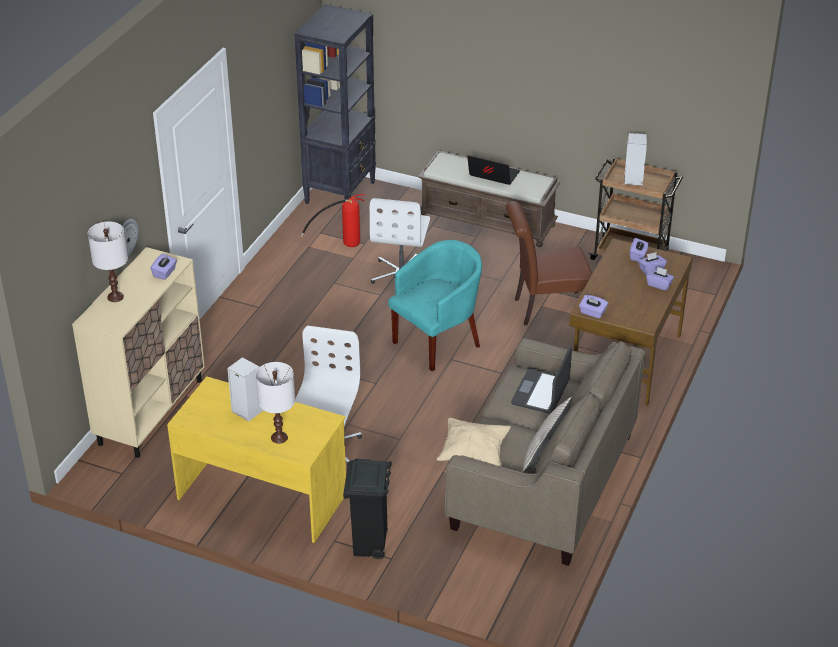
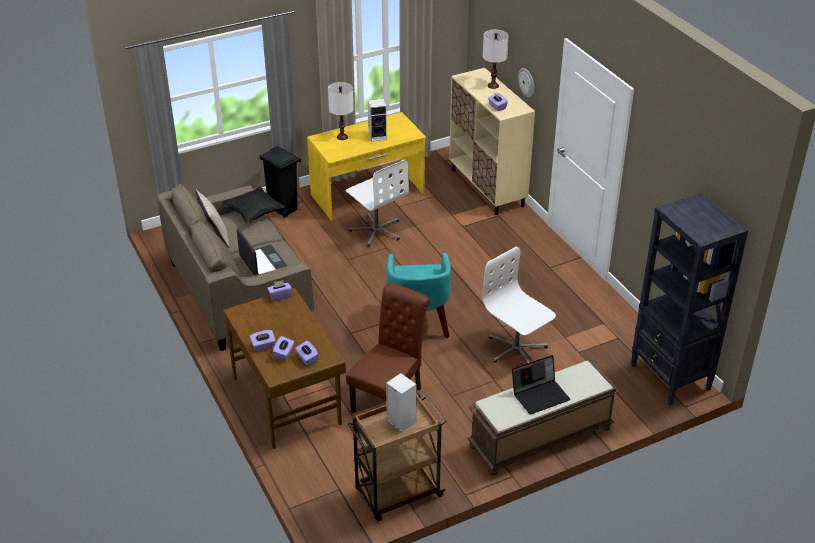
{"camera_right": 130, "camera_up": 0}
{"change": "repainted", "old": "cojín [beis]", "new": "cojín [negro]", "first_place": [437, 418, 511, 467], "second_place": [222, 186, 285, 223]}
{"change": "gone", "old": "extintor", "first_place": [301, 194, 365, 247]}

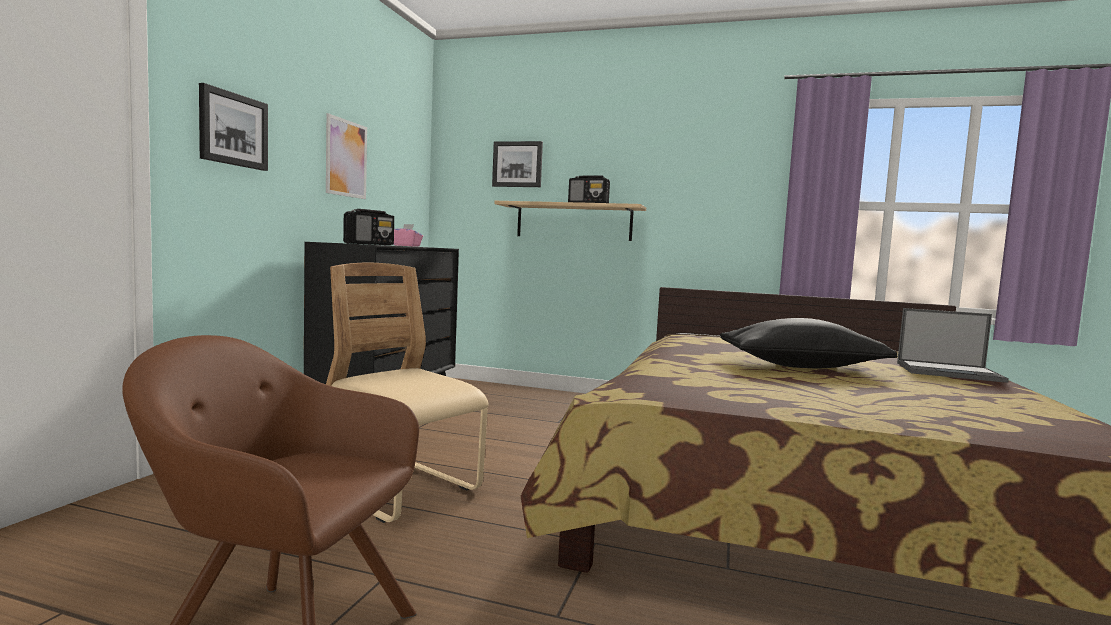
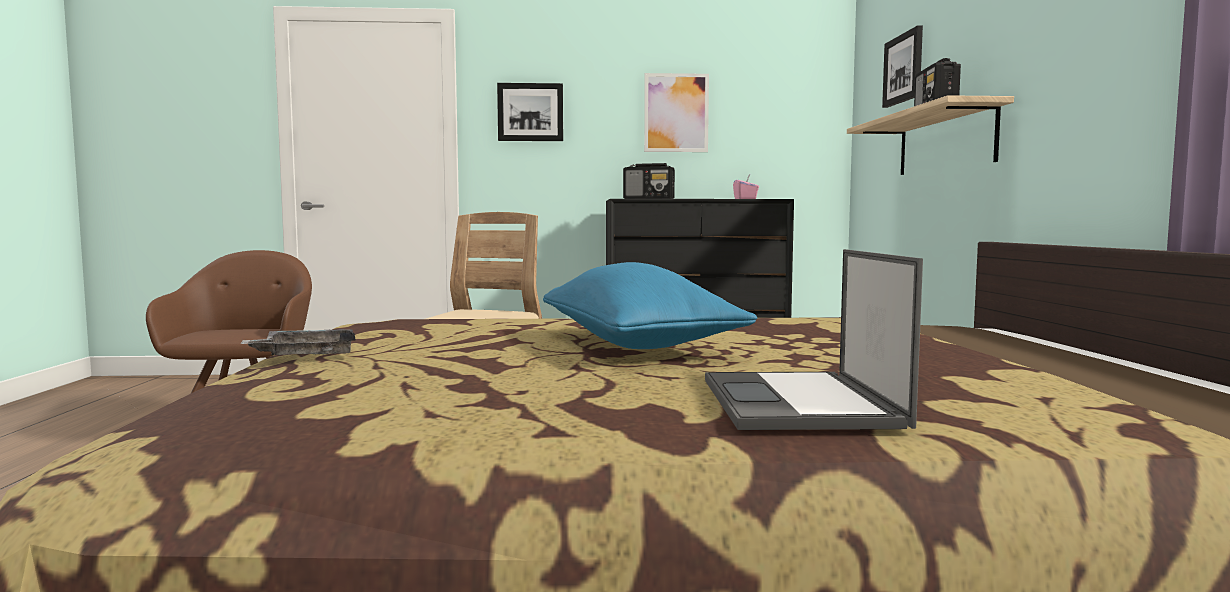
{"camera_right": 70, "camera_up": 0}
{"change": "new", "new": "bandeja [gris]", "second_place": [241, 329, 356, 355]}
{"change": "repainted", "old": "cojín [negro]", "new": "cojín [azul]", "first_place": [720, 318, 897, 368], "second_place": [543, 262, 757, 349]}

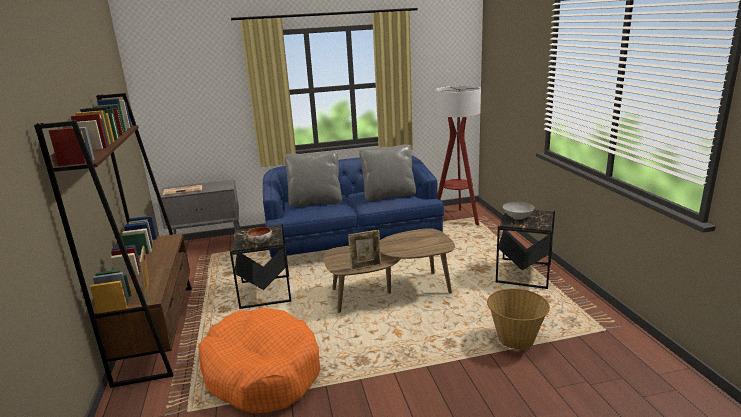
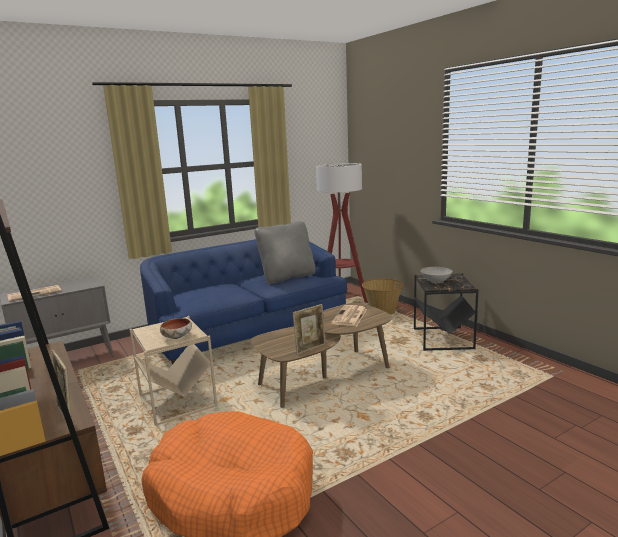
{"camera_right": -20, "camera_up": -5}
{"change": "repainted", "old": "mesa auxiliar [negro]", "new": "mesa auxiliar [beis]", "first_place": [230, 224, 291, 309], "second_place": [130, 316, 217, 426]}
{"change": "new", "new": "periódico", "second_place": [331, 305, 367, 326]}
{"change": "shifted", "old": "cesta", "first_place": [487, 288, 550, 350], "second_place": [362, 278, 404, 315]}
{"change": "gone", "old": "cojín [gris]", "first_place": [284, 151, 342, 207]}

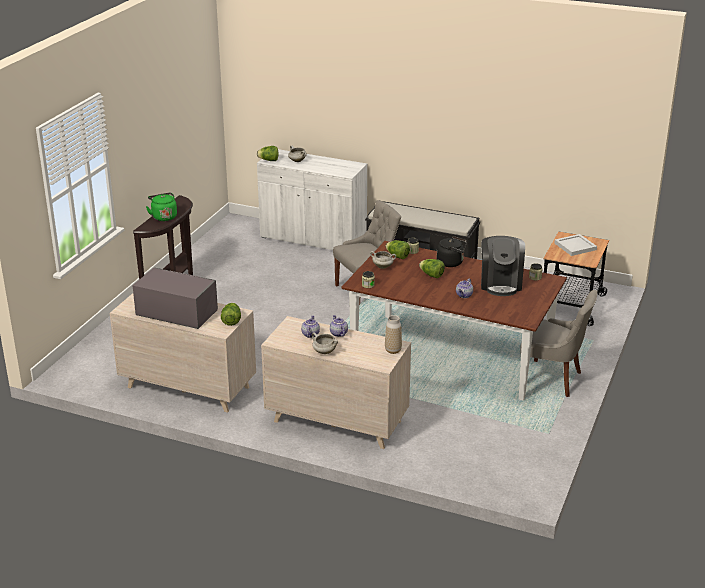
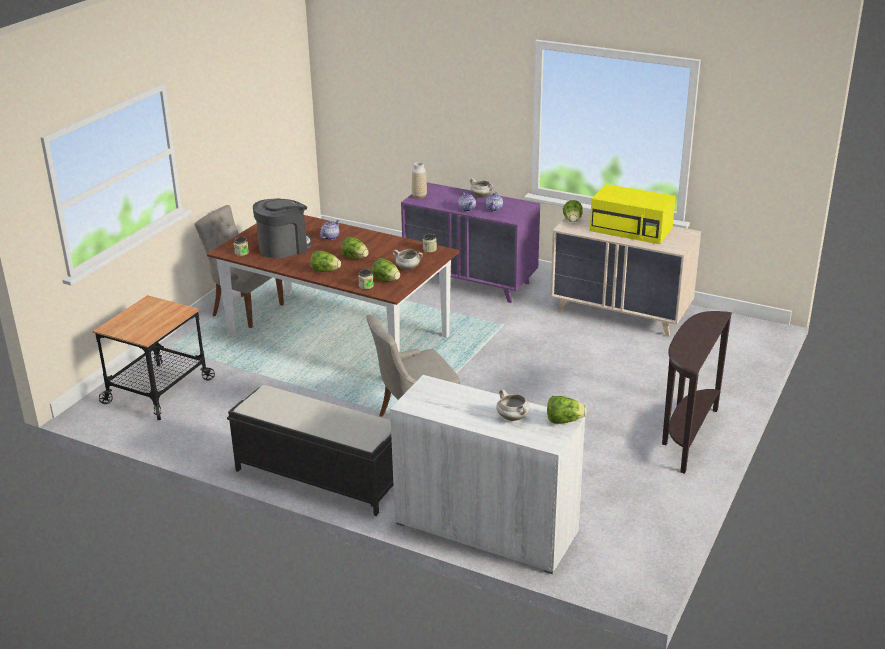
{"camera_right": -175, "camera_up": 0}
{"change": "rotated", "old": "cafetera", "first_place": [481, 236, 525, 296], "second_place": [253, 198, 312, 259], "degrees": 45}
{"change": "swapped", "old": "hervidor [negro]", "new": "lechuga", "first_place": [437, 236, 467, 267], "second_place": [311, 250, 341, 272]}
{"change": "repainted", "old": "cómoda [beis]", "new": "cómoda [morado]", "first_place": [261, 316, 411, 449], "second_place": [401, 182, 540, 303]}
{"change": "repainted", "old": "microondas [gris]", "new": "microondas [amarillo]", "first_place": [133, 268, 218, 329], "second_place": [590, 184, 676, 244]}
{"change": "gone", "old": "hervidor [verde]", "first_place": [146, 192, 177, 221]}
{"change": "gone", "old": "bandeja [blanco]", "first_place": [554, 234, 597, 256]}

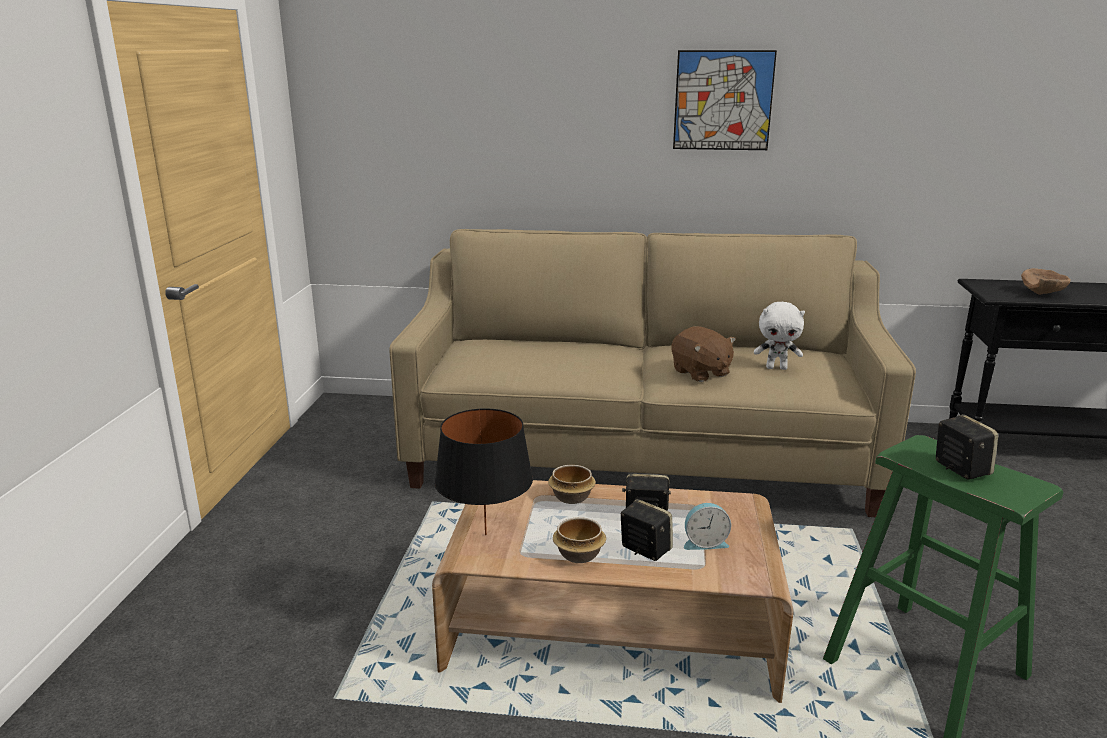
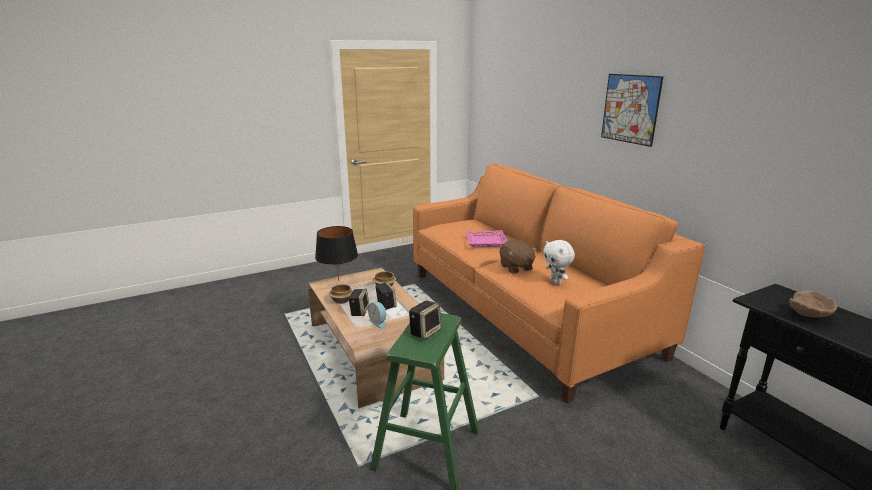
{"camera_right": 55, "camera_up": 0}
{"change": "repainted", "old": "sofá [beis]", "new": "sofá [naranja]", "first_place": [389, 229, 916, 517], "second_place": [413, 163, 705, 403]}
{"change": "new", "new": "bandeja [rosa]", "second_place": [465, 230, 507, 247]}
{"change": "rotated", "old": "peluche [marrón]", "first_place": [672, 326, 736, 382], "second_place": [500, 239, 537, 274], "degrees": -45}

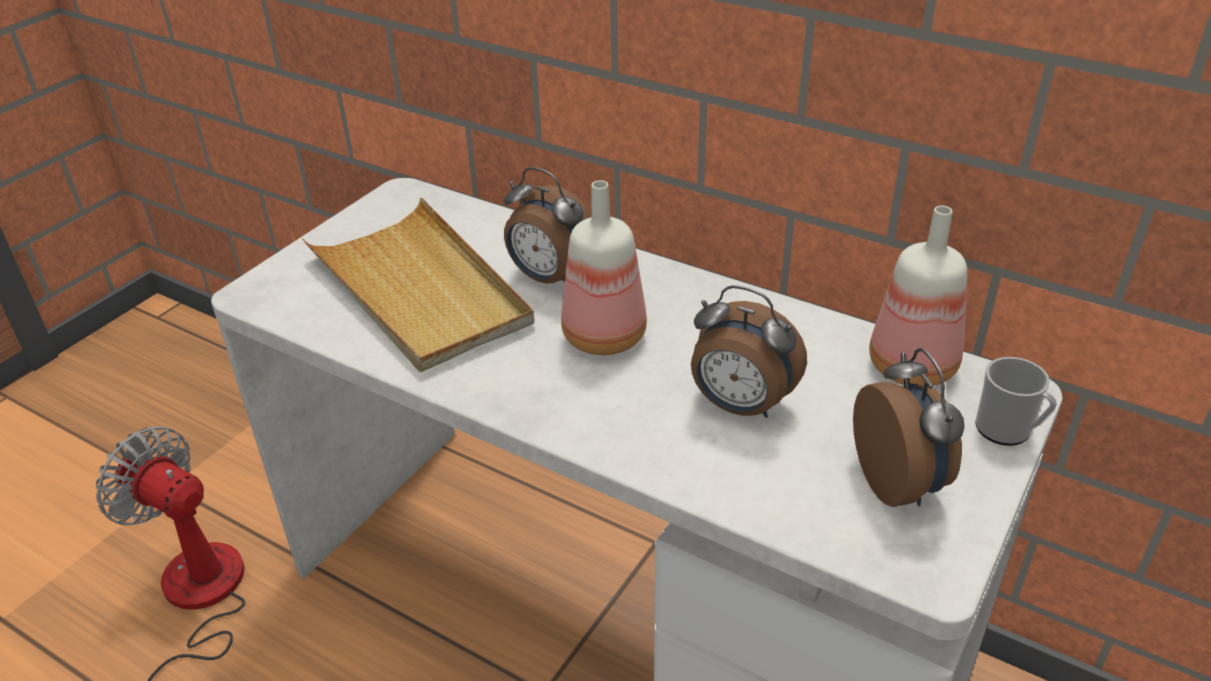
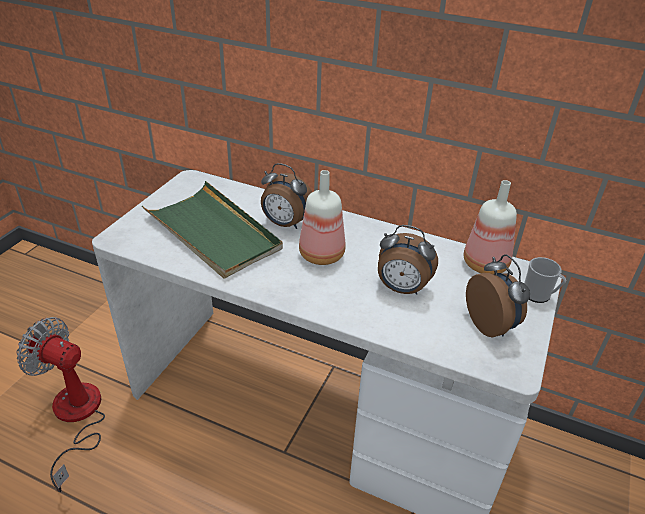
{"camera_right": -10, "camera_up": 0}
{"change": "repainted", "old": "bandeja [beis]", "new": "bandeja [verde]", "first_place": [302, 197, 535, 372], "second_place": [142, 181, 283, 279]}

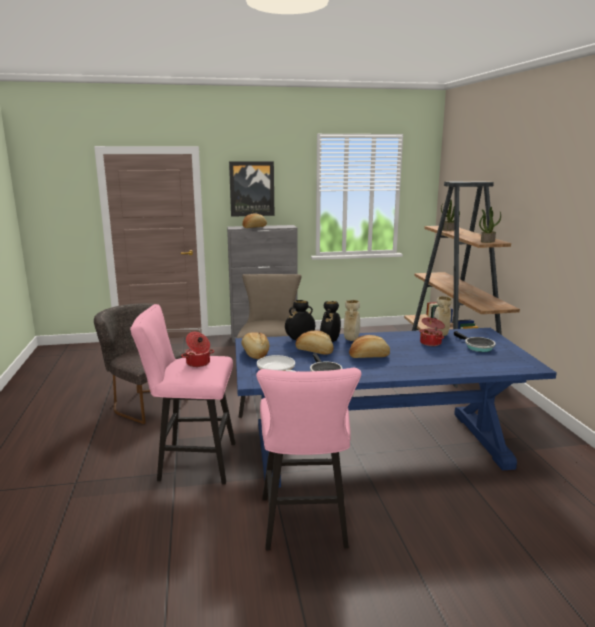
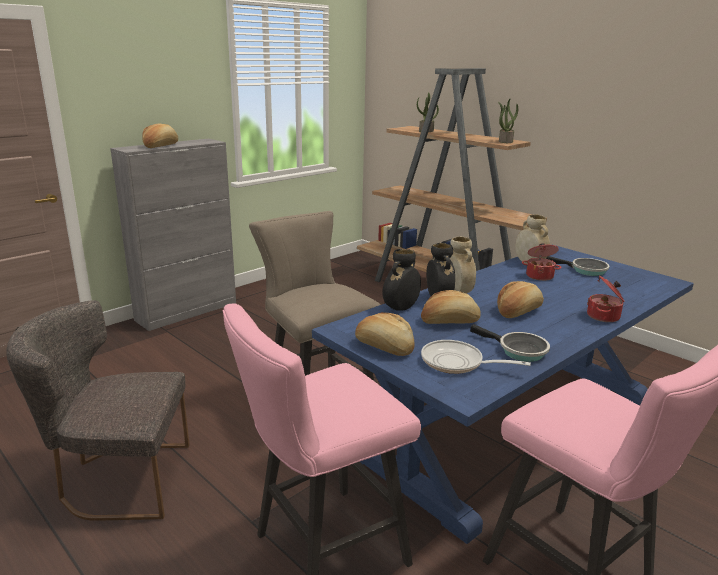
{"camera_right": -35, "camera_up": 5}
{"change": "shifted", "old": "olla", "first_place": [181, 332, 214, 367], "second_place": [587, 275, 625, 322]}
{"change": "gone", "old": "cuadro", "first_place": [229, 161, 274, 217]}

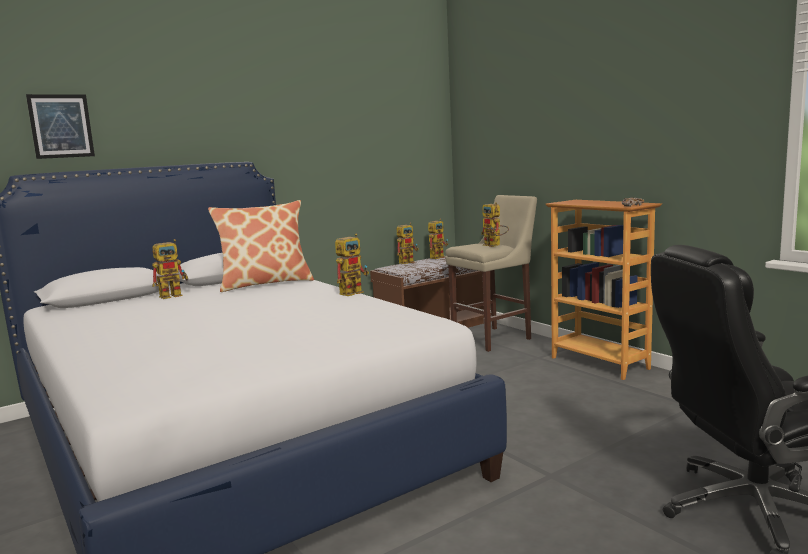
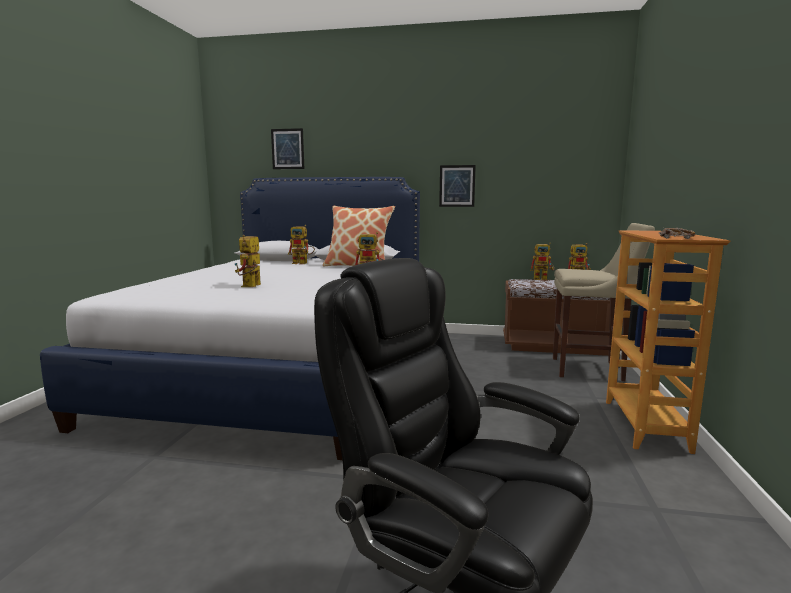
{"camera_right": 45, "camera_up": 0}
{"change": "shifted", "old": "robot de juguete", "first_place": [481, 202, 509, 247], "second_place": [235, 235, 261, 287]}
{"change": "new", "new": "cuadro", "second_place": [439, 165, 476, 207]}

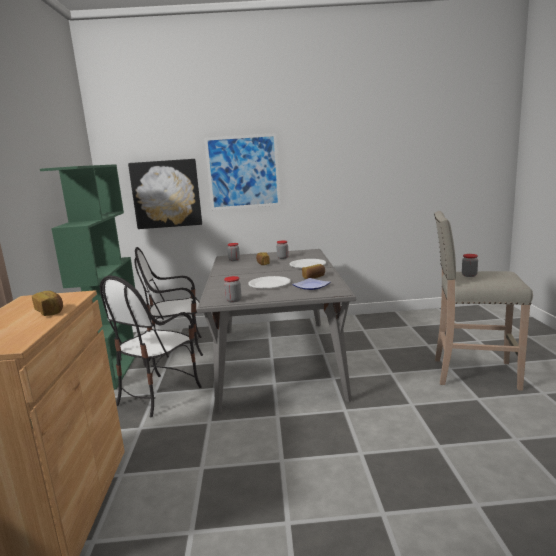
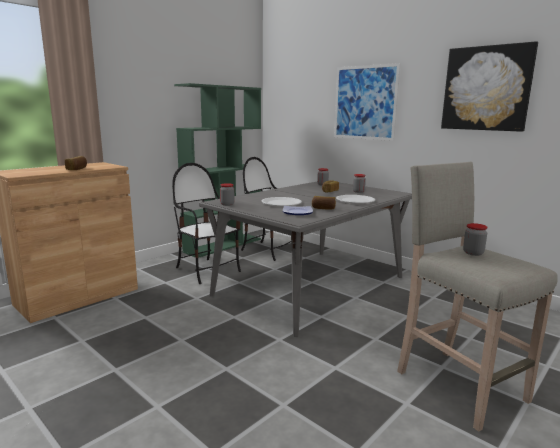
{"camera_right": 45, "camera_up": 0}
{"change": "rotated", "old": "silla", "first_place": [99, 275, 202, 417], "second_place": [172, 163, 241, 284], "degrees": 60}
{"change": "shifted", "old": "cuadro", "first_place": [128, 159, 202, 229], "second_place": [441, 41, 538, 132]}

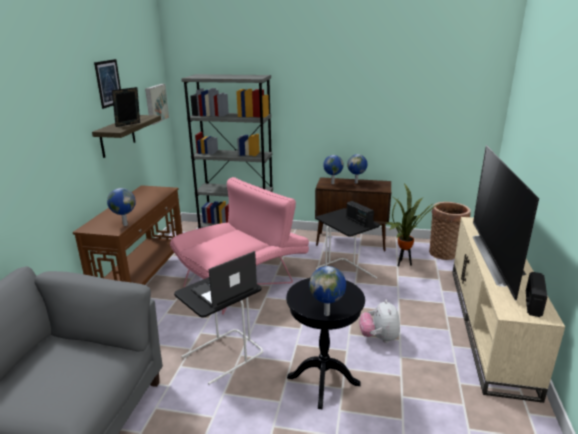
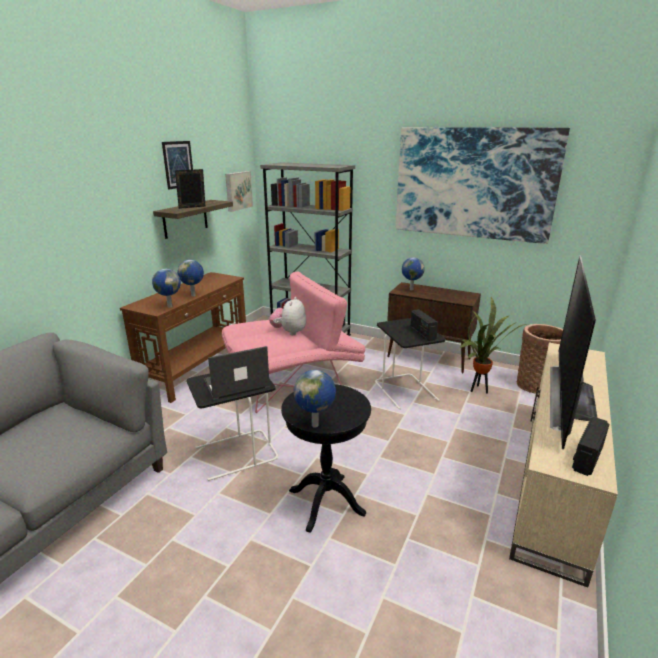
{"camera_right": 15, "camera_up": 0}
{"change": "shifted", "old": "globo terráqueo", "first_place": [347, 154, 367, 183], "second_place": [177, 260, 204, 296]}
{"change": "shifted", "old": "peluche", "first_place": [359, 300, 400, 343], "second_place": [269, 297, 306, 335]}
{"change": "new", "new": "cuadro", "second_place": [396, 127, 570, 244]}

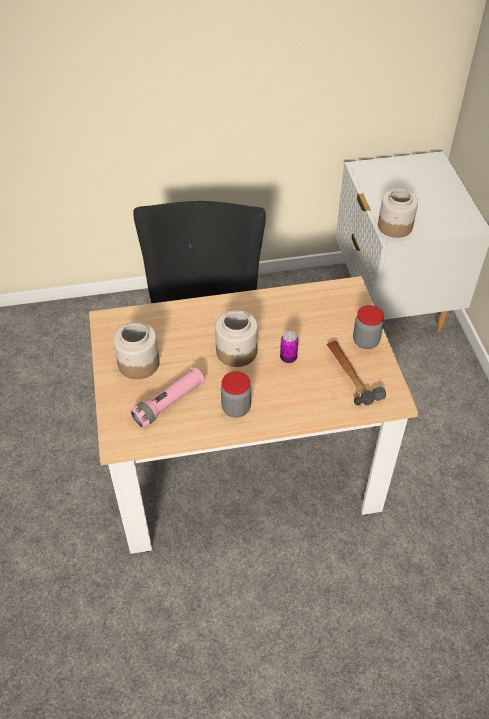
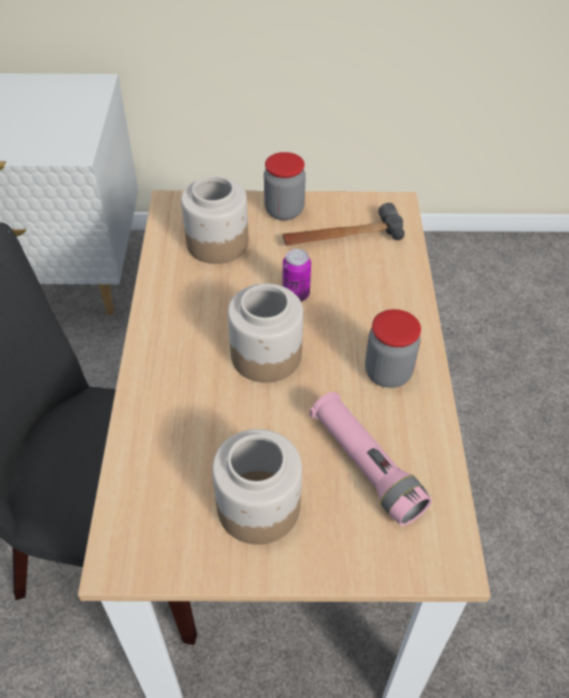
{"camera_right": -80, "camera_up": 0}
{"change": "shifted", "old": "tarro", "first_place": [378, 189, 418, 238], "second_place": [181, 176, 248, 264]}

